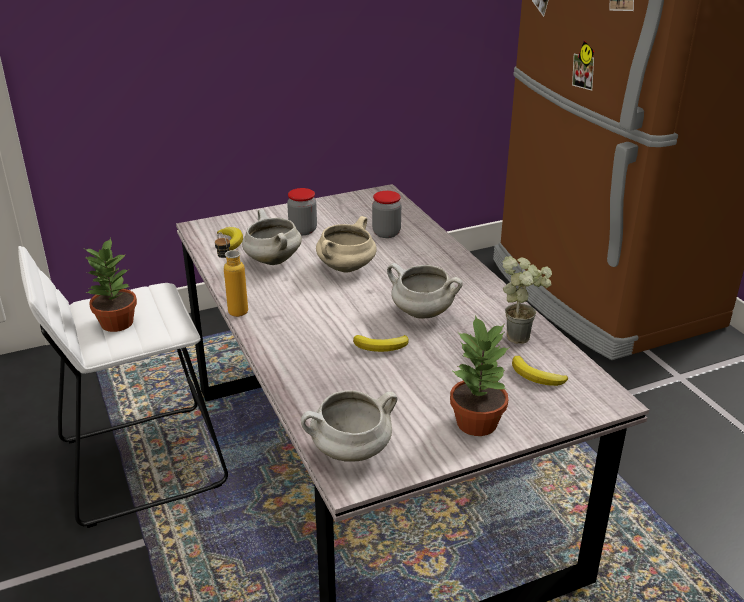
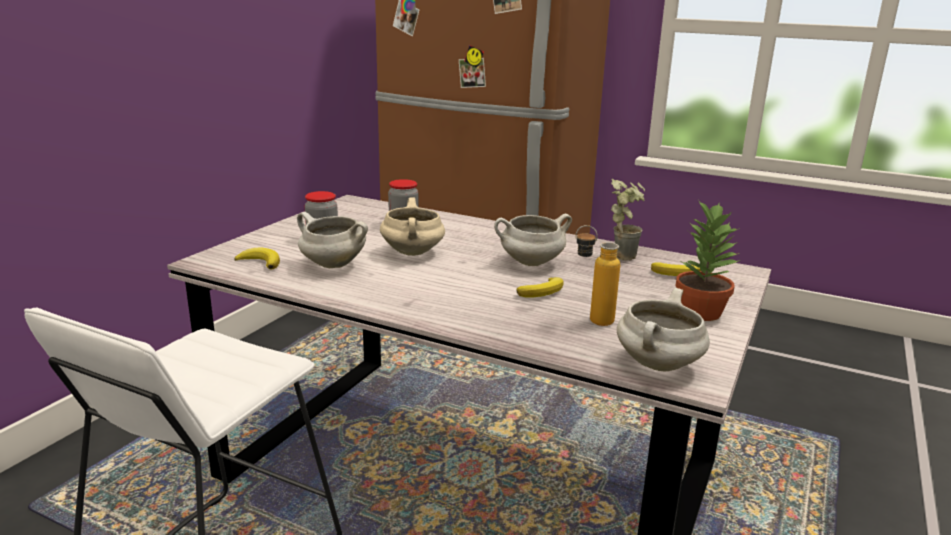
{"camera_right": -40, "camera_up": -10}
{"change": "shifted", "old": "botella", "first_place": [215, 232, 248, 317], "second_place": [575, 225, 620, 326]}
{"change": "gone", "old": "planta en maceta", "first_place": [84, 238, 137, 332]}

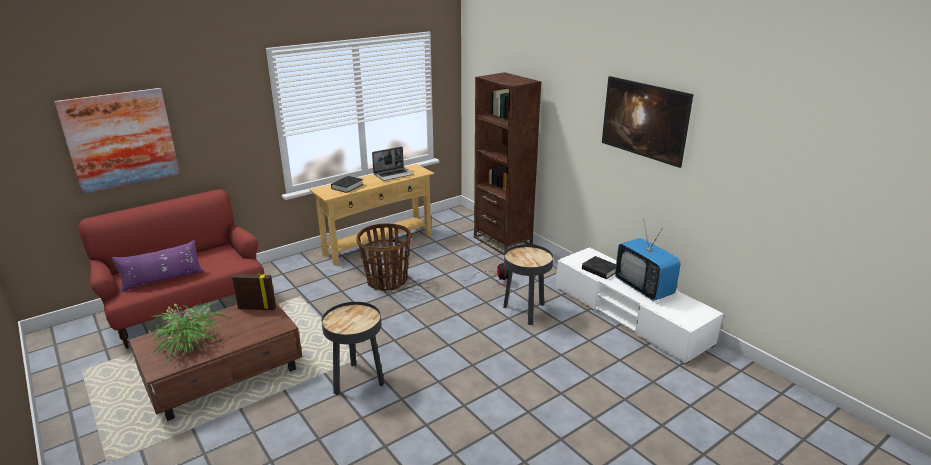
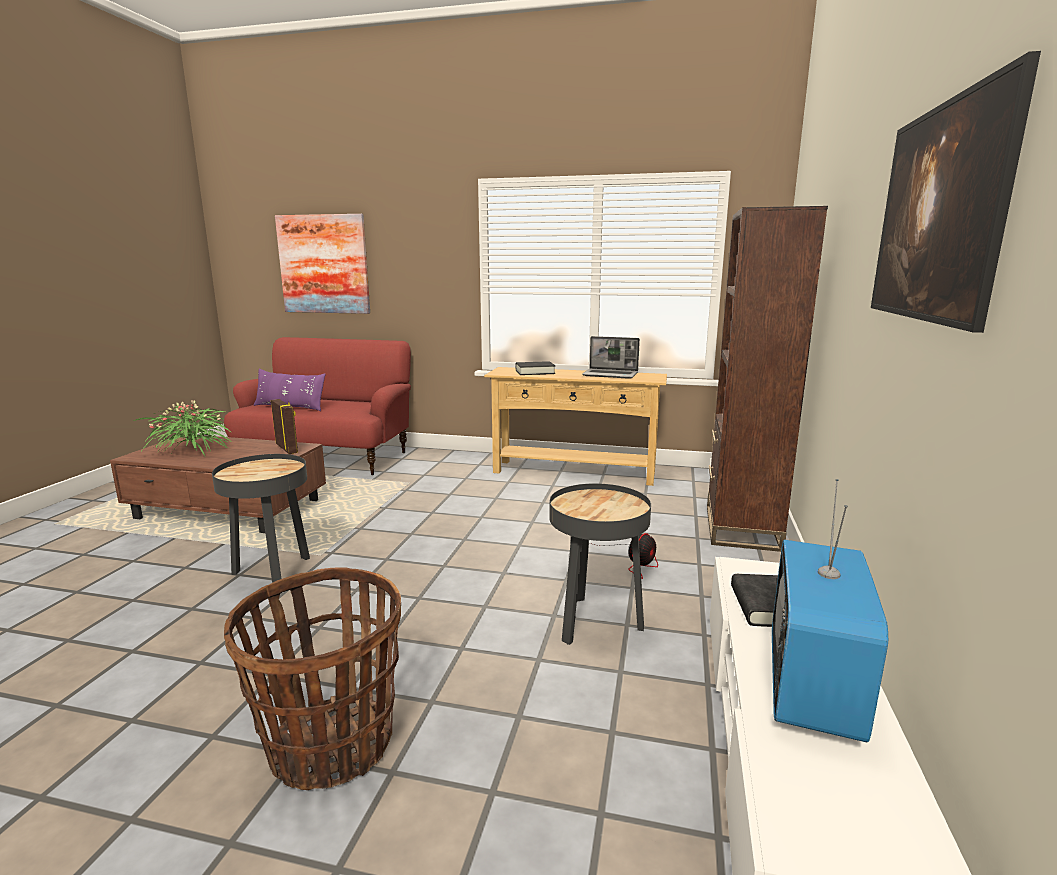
{"camera_right": 50, "camera_up": -10}
{"change": "shifted", "old": "cesta", "first_place": [356, 223, 412, 291], "second_place": [224, 567, 401, 790]}

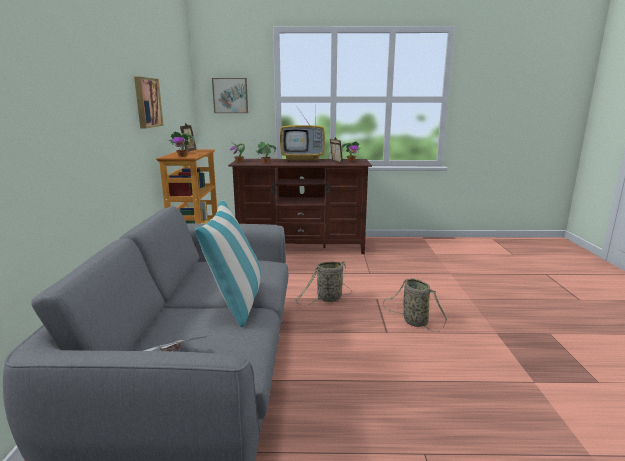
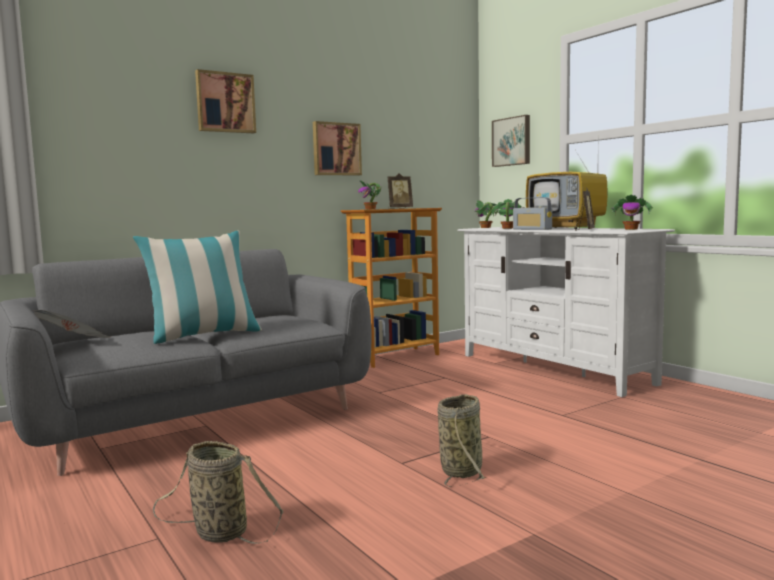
{"camera_right": 55, "camera_up": -10}
{"change": "shifted", "old": "cesta", "first_place": [295, 261, 352, 306], "second_place": [153, 441, 283, 544]}
{"change": "new", "new": "cuadro", "second_place": [195, 69, 256, 133]}
{"change": "repainted", "old": "mueble de televisión [marrón]", "new": "mueble de televisión [blanco]", "first_place": [228, 159, 372, 254], "second_place": [457, 227, 675, 397]}
{"change": "new", "new": "radio", "second_place": [513, 197, 552, 230]}

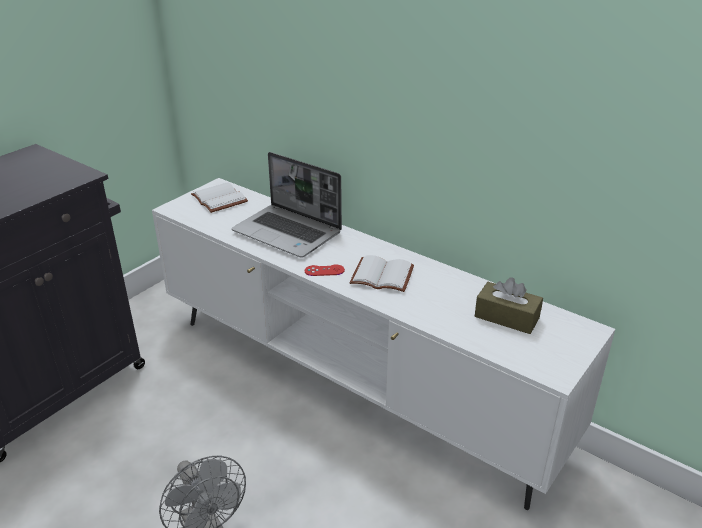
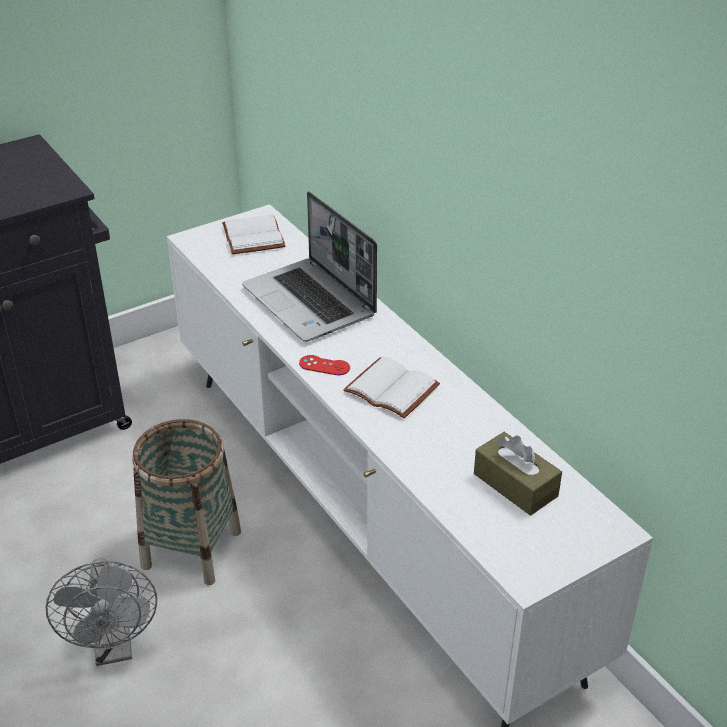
{"camera_right": 20, "camera_up": 5}
{"change": "new", "new": "cesta", "second_place": [132, 419, 241, 585]}

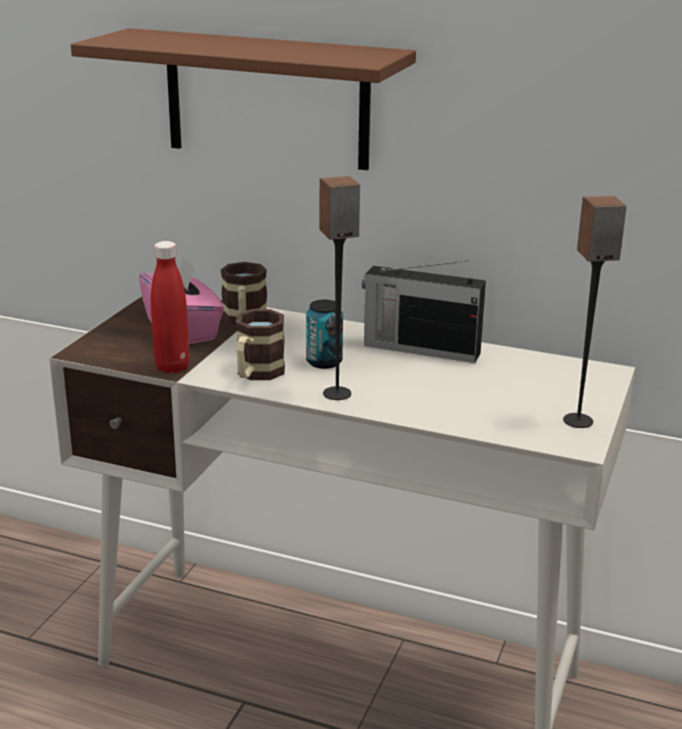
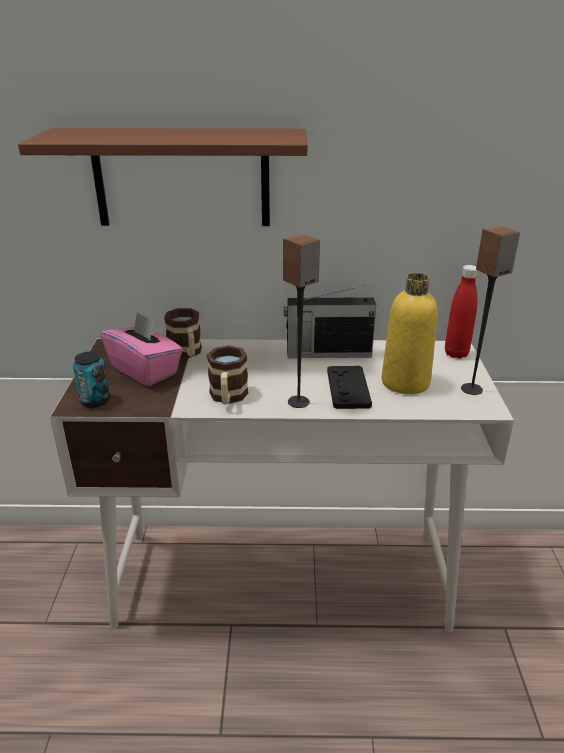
{"camera_right": -20, "camera_up": 5}
{"change": "shifted", "old": "lata", "first_place": [306, 300, 343, 369], "second_place": [73, 351, 110, 408]}
{"change": "new", "new": "mando de consola [negro]", "second_place": [327, 366, 372, 409]}
{"change": "new", "new": "botella [amarillo]", "second_place": [382, 273, 438, 394]}
{"change": "shifted", "old": "botella [rojo]", "first_place": [151, 241, 190, 373], "second_place": [445, 265, 478, 359]}

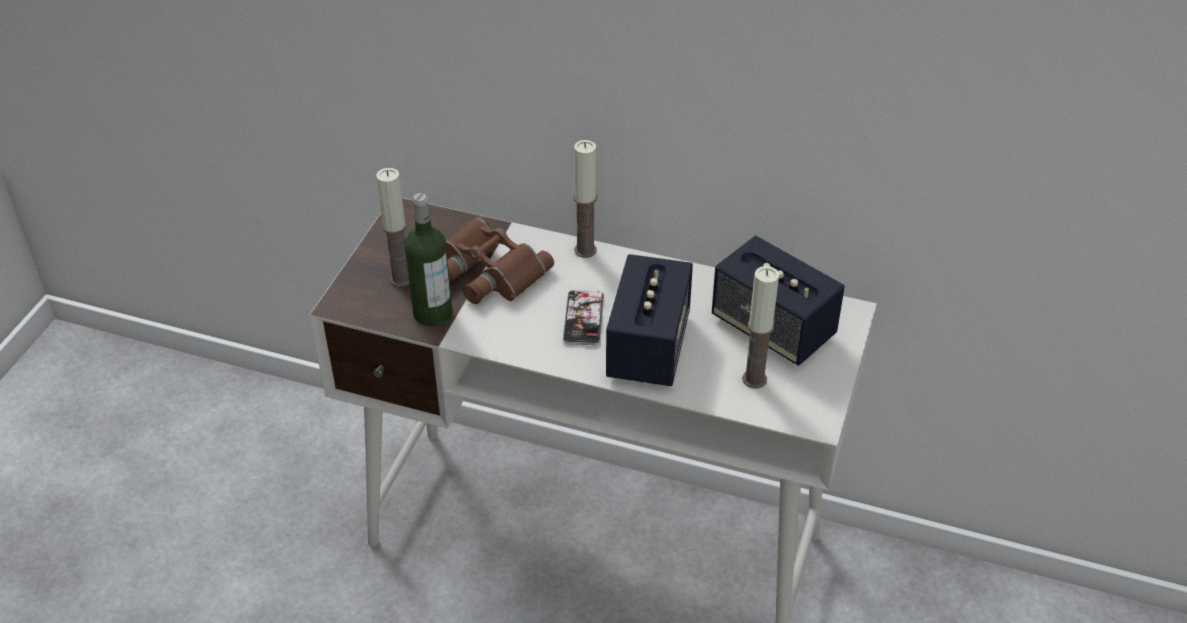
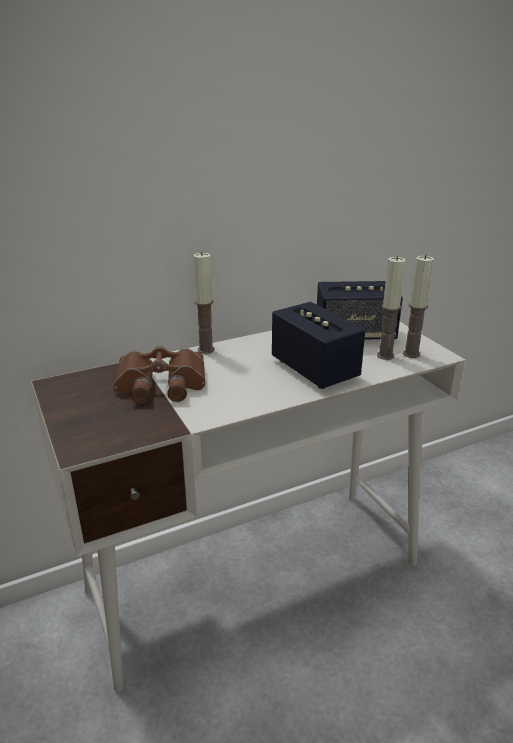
{"camera_right": -45, "camera_up": -15}
{"change": "shifted", "old": "vela", "first_place": [376, 168, 409, 287], "second_place": [403, 255, 434, 358]}
{"change": "gone", "old": "botella", "first_place": [405, 193, 453, 327]}
{"change": "gone", "old": "móvil", "first_place": [563, 289, 604, 345]}

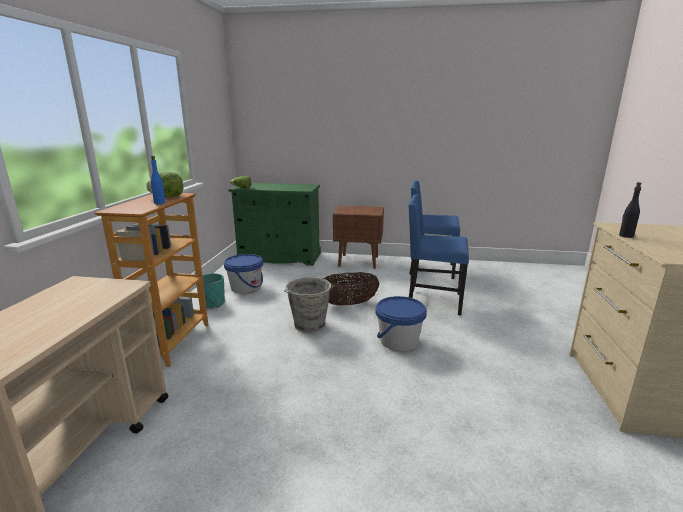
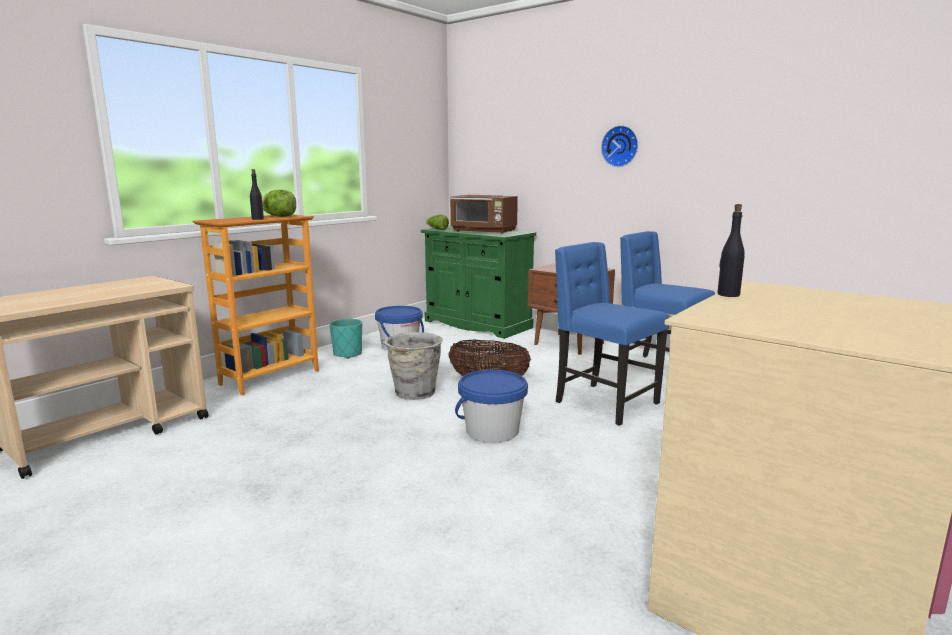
{"camera_right": 30, "camera_up": -5}
{"change": "repainted", "old": "botella [azul]", "new": "botella [negro]", "first_place": [151, 156, 166, 204], "second_place": [250, 169, 264, 220]}
{"change": "new", "new": "microondas [marrón]", "second_place": [450, 195, 518, 234]}
{"change": "new", "new": "reloj de pared", "second_place": [601, 125, 638, 167]}

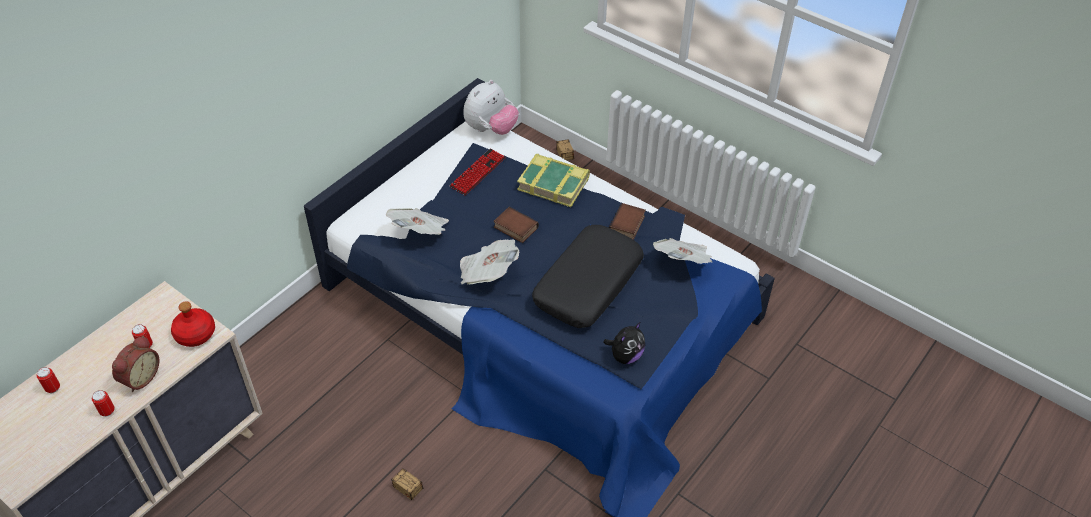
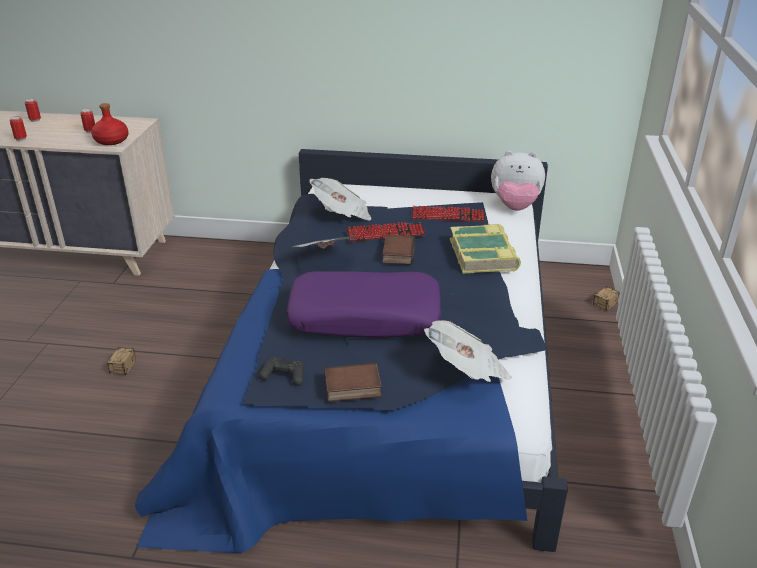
{"camera_right": 60, "camera_up": -15}
{"change": "swapped", "old": "peluche", "new": "mando de consola [negro]", "first_place": [603, 322, 645, 364], "second_place": [259, 357, 304, 386]}
{"change": "repainted", "old": "cojín [negro]", "new": "cojín [morado]", "first_place": [532, 225, 644, 328], "second_place": [286, 271, 442, 338]}
{"change": "shifted", "old": "libro", "first_place": [609, 203, 646, 240], "second_place": [324, 363, 382, 402]}
{"change": "new", "new": "teclado", "second_place": [346, 222, 426, 242]}
{"change": "gone", "old": "despertador", "first_place": [112, 336, 159, 392]}

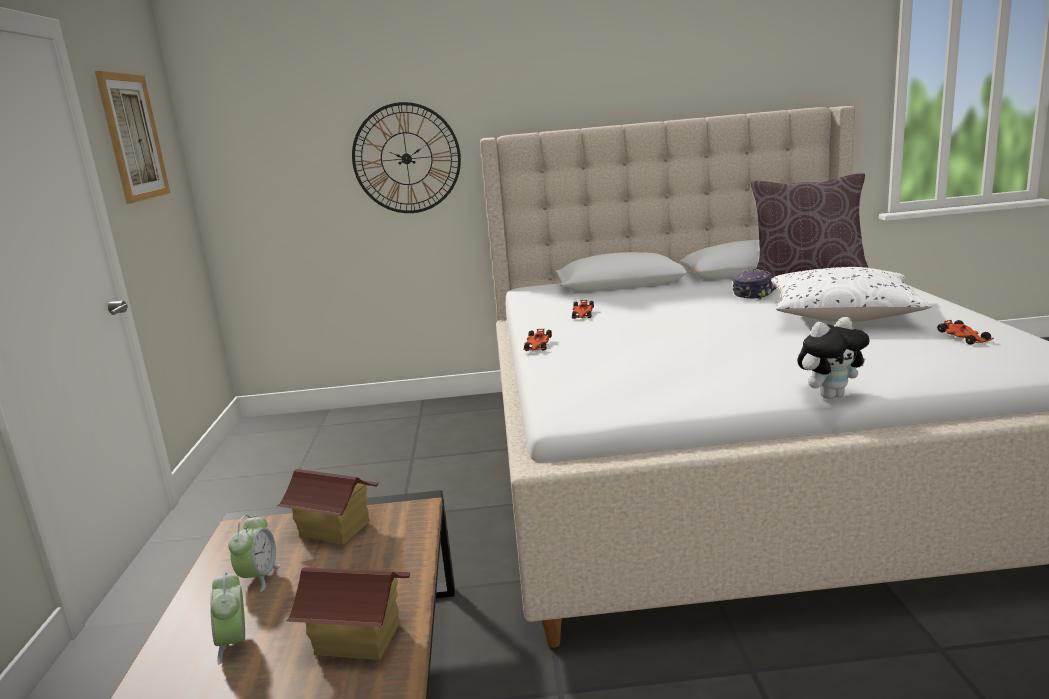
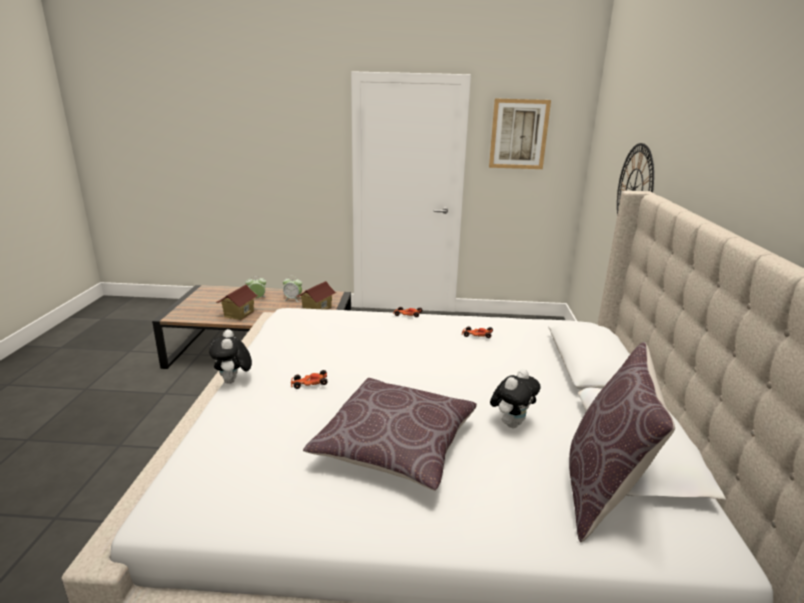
{"camera_right": 95, "camera_up": 5}
{"change": "shifted", "old": "coche de juguete", "first_place": [937, 320, 994, 345], "second_place": [291, 370, 328, 389]}
{"change": "repainted", "old": "cojín [blanco]", "new": "cojín [marrón]", "first_place": [771, 267, 932, 322], "second_place": [303, 378, 477, 491]}
{"change": "swapped", "old": "gorra", "new": "peluche", "first_place": [733, 269, 777, 300], "second_place": [490, 369, 541, 428]}

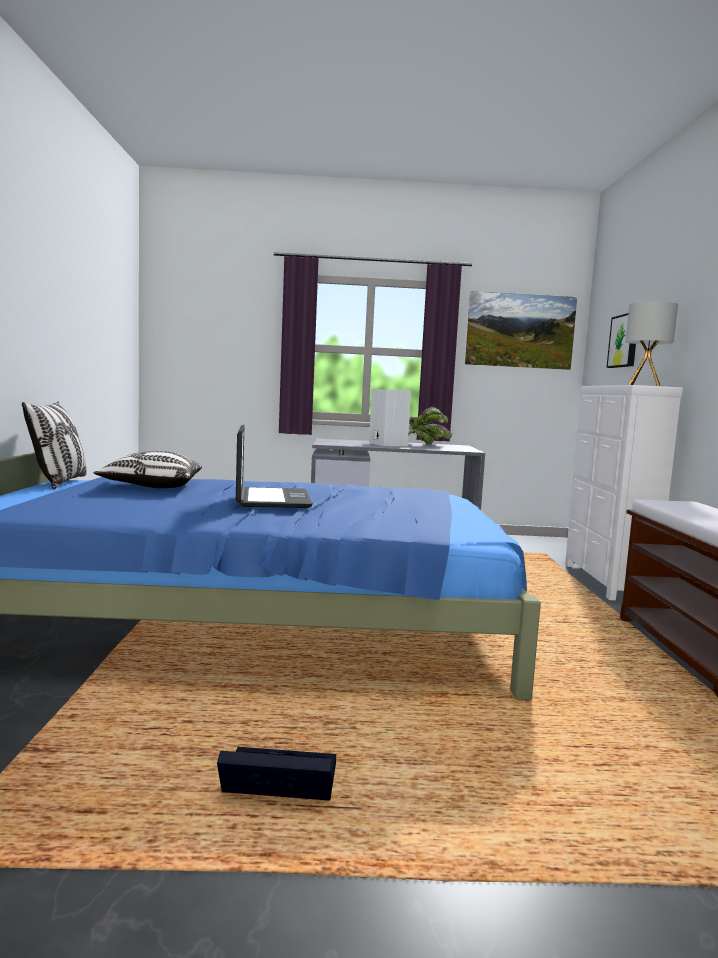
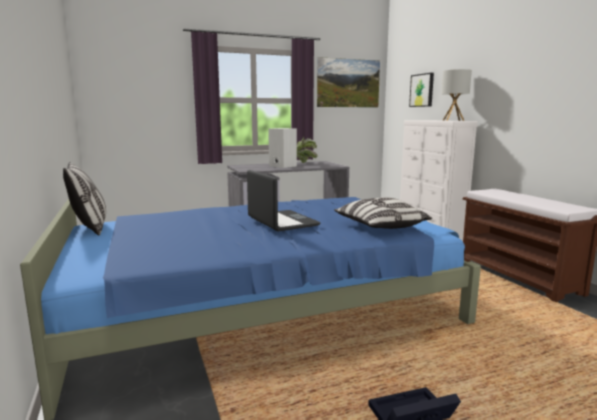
{"camera_right": -20, "camera_up": 5}
{"change": "shifted", "old": "cojín", "first_place": [94, 451, 202, 488], "second_place": [334, 197, 432, 229]}

